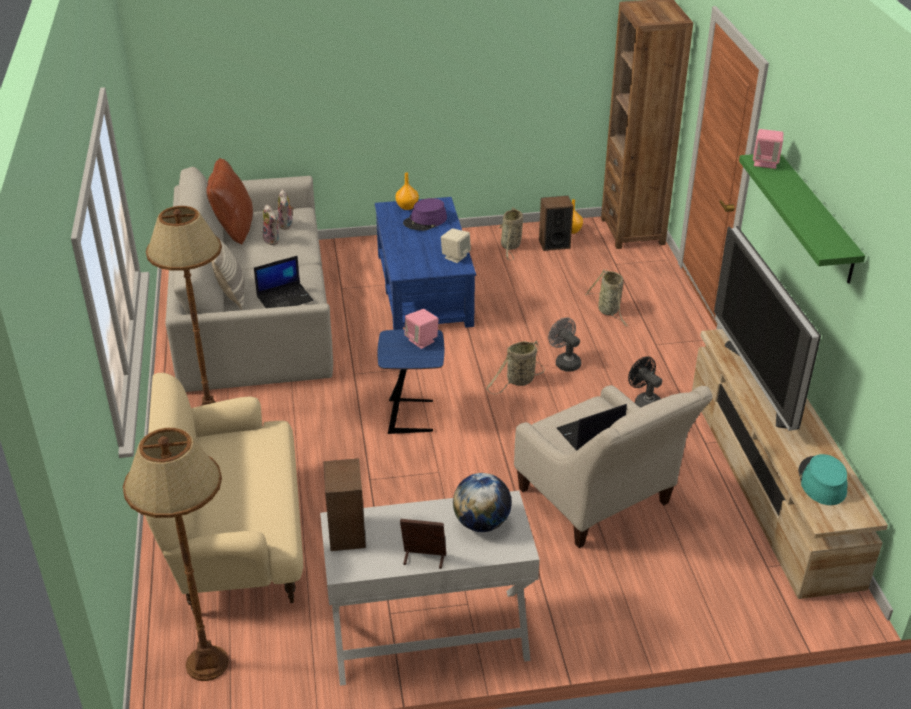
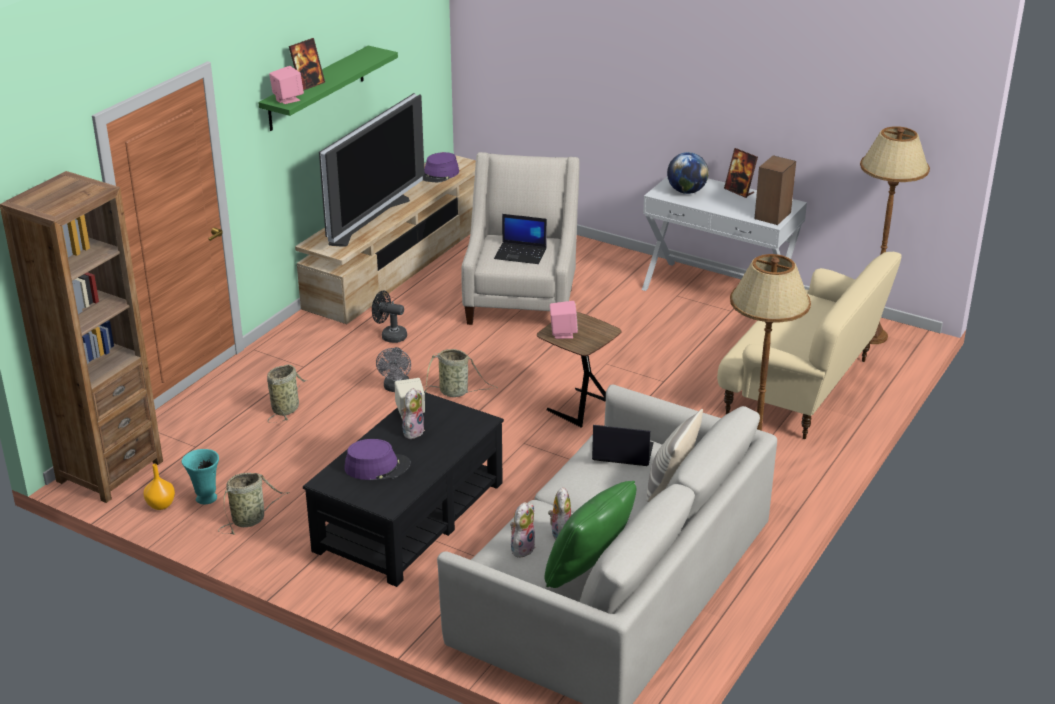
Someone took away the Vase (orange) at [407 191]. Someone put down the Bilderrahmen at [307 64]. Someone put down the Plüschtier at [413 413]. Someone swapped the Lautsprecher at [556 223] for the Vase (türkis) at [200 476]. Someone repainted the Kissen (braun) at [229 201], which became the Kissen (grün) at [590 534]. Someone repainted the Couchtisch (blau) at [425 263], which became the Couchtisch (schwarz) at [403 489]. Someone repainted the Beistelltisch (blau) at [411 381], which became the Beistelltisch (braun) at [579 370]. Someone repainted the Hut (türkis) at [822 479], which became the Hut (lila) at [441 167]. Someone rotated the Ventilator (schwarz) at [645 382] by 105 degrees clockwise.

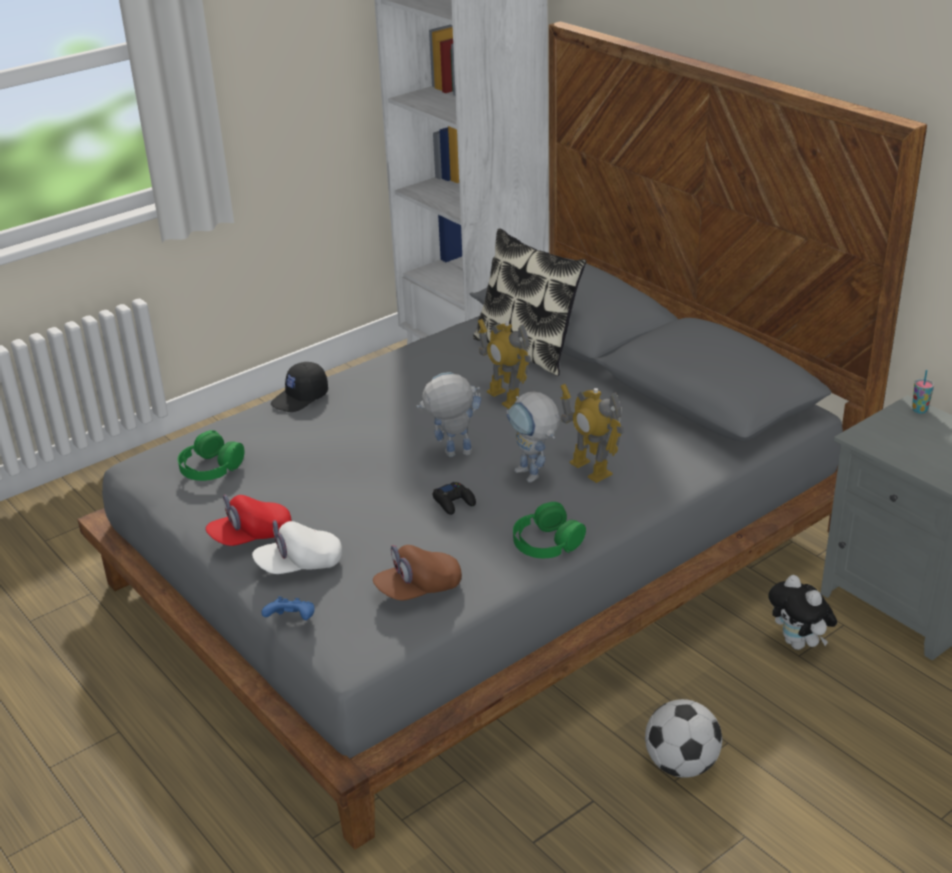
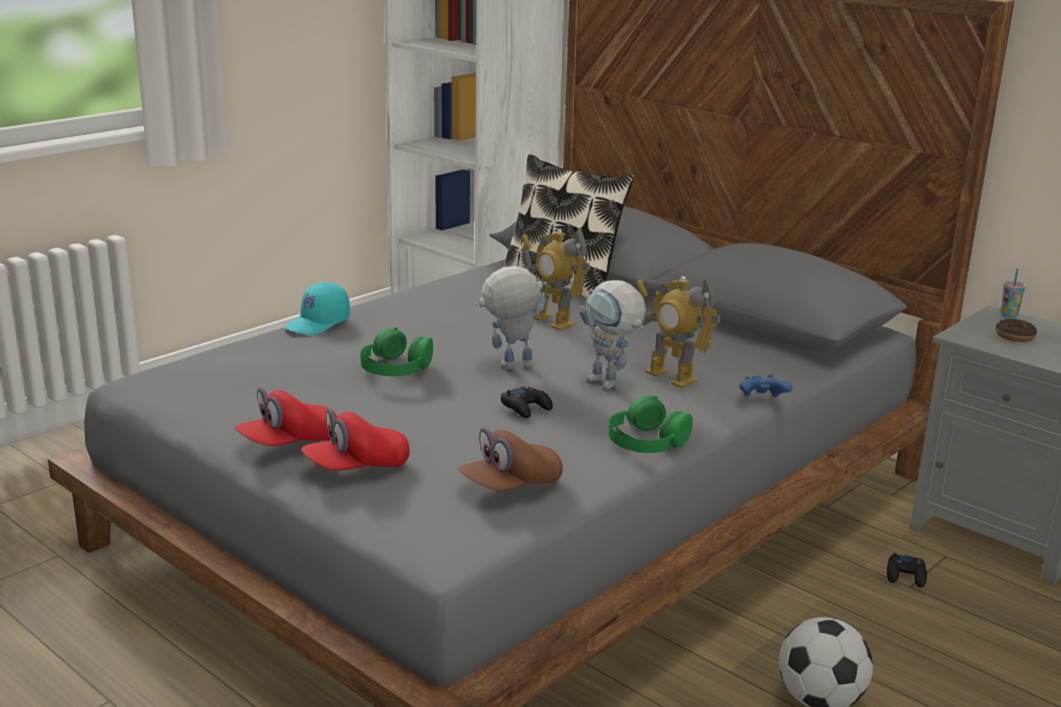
Someone put down the Donut at [1016 330]. Someone carried the Kopfhörer (grün) from [211 455] to [396 352]. Someone carried the Gamepad (blau) from [288 608] to [766 386]. Someone swapped the Plüschtier at [802 612] for the Gamepad (schwarz) at [907 570]. Someone repainted the Kappe (weiß) at [297 547], which became the Kappe (rot) at [355 439]. Someone repainted the Kappe (schwarz) at [299 387], which became the Kappe (türkis) at [317 308].

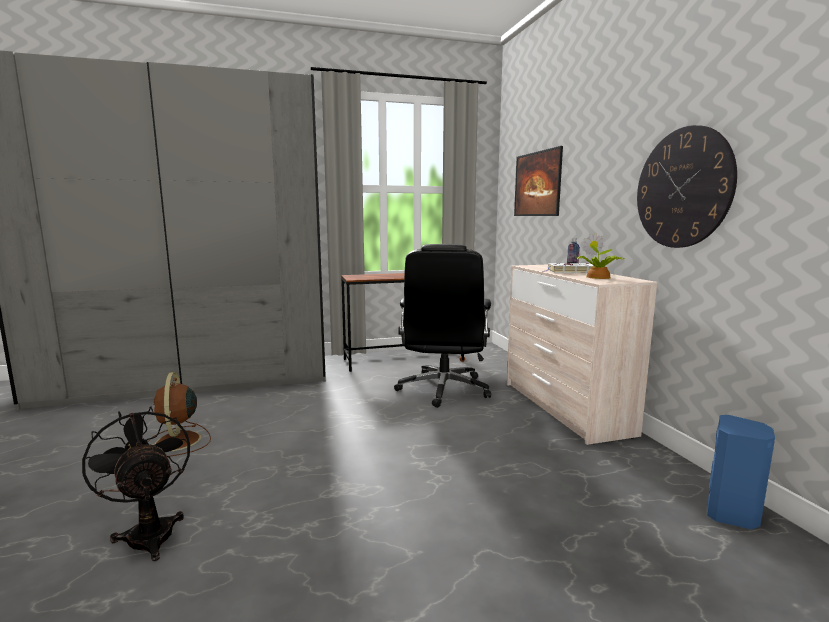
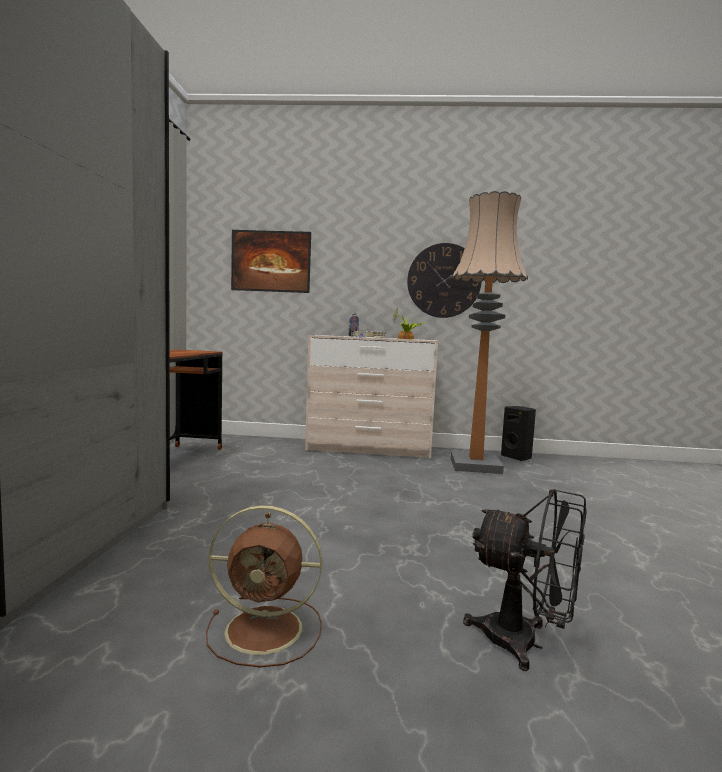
Someone took away the Bürostuhl (schwarz) at [442 326]. Someone put down the Stehlampe at [489 332]. Someone repainted the Lautsprecher (blau) at [741 472], which became the Lautsprecher (schwarz) at [518 433]. Someone rotated the Ventilator (schwarz) at [136 484] by 135 degrees counterclockwise.

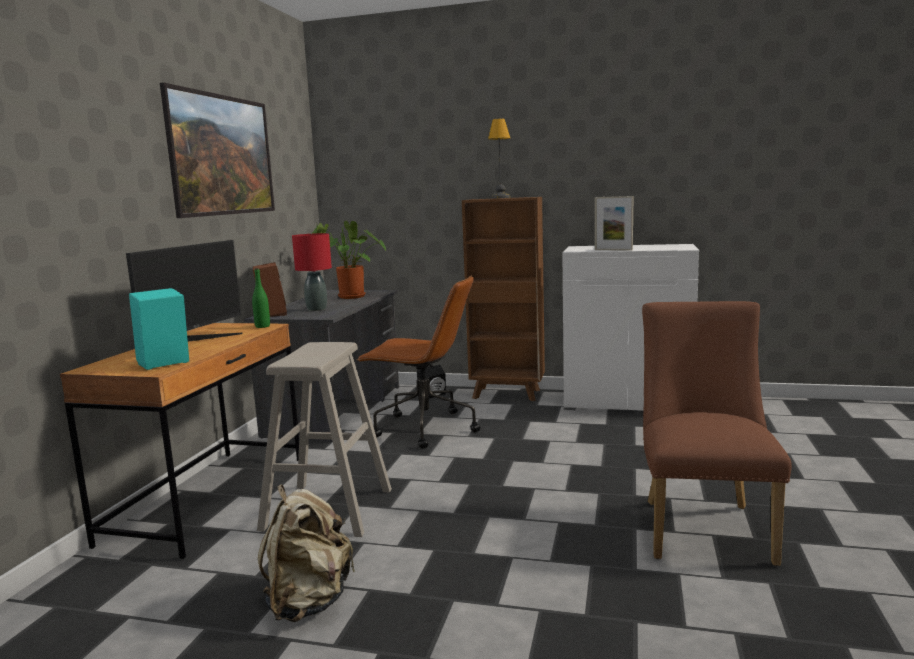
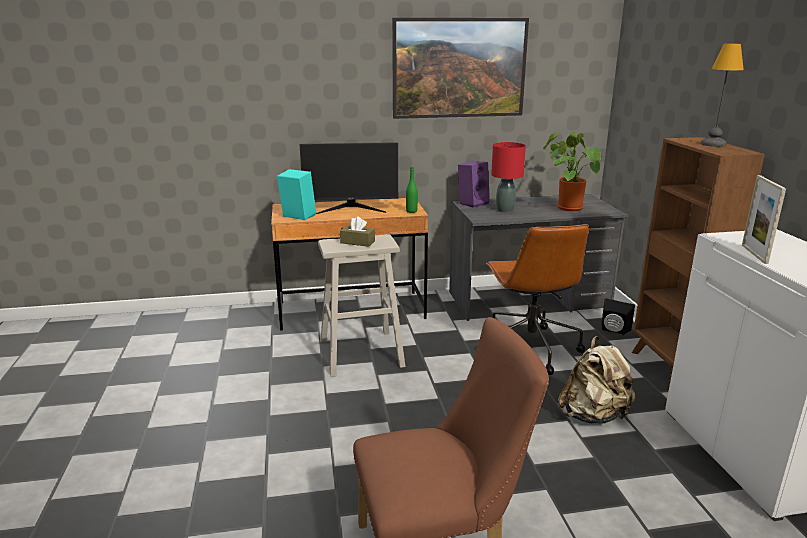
Someone put down the Taschentuchbox (braun) at [357 231]. Someone carried the Rucksack (beige) from [307 553] to [596 380]. Someone repainted the Lautsprecher (braun) at [270 289], which became the Lautsprecher (lila) at [474 184].

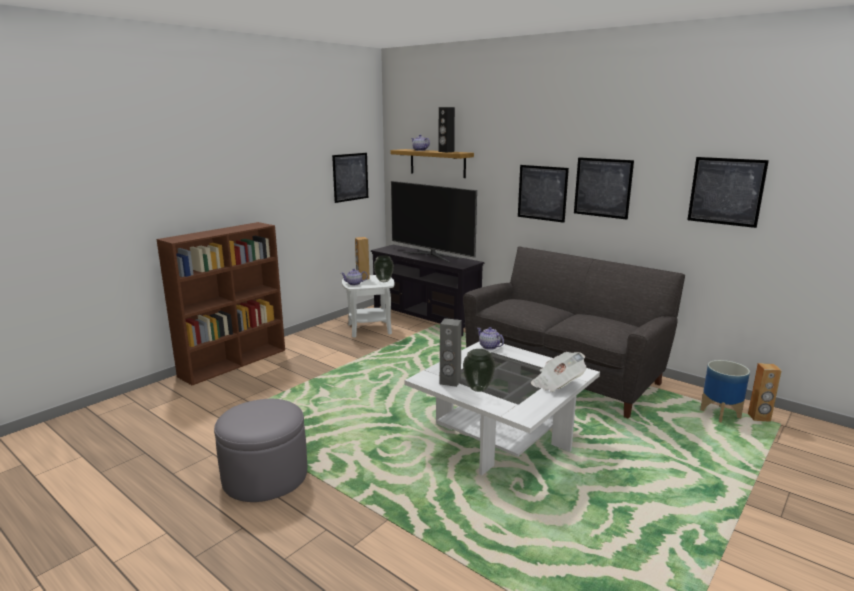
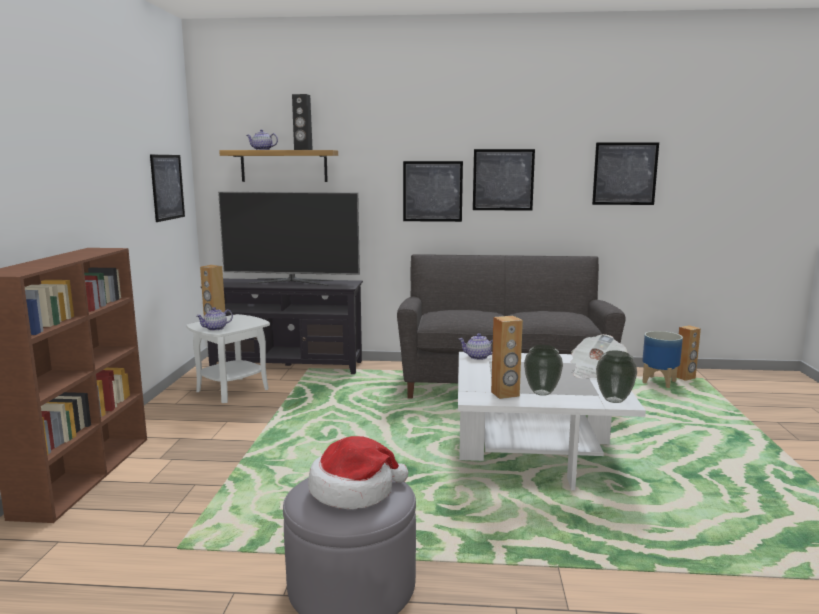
Someone put down the Hut at [358 472]. Someone carried the Vase from [384 268] to [616 377]. Someone repainted the Lautsprecher (grau) at [451 352], which became the Lautsprecher (braun) at [507 357].

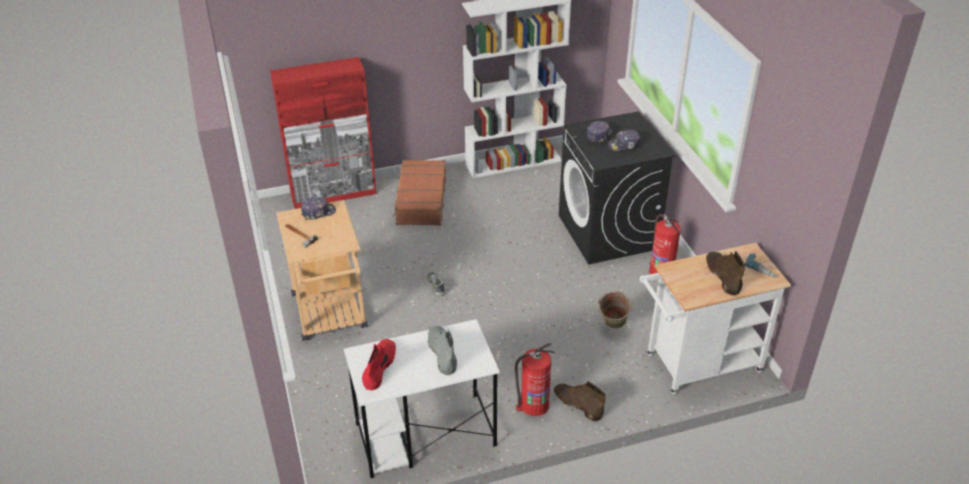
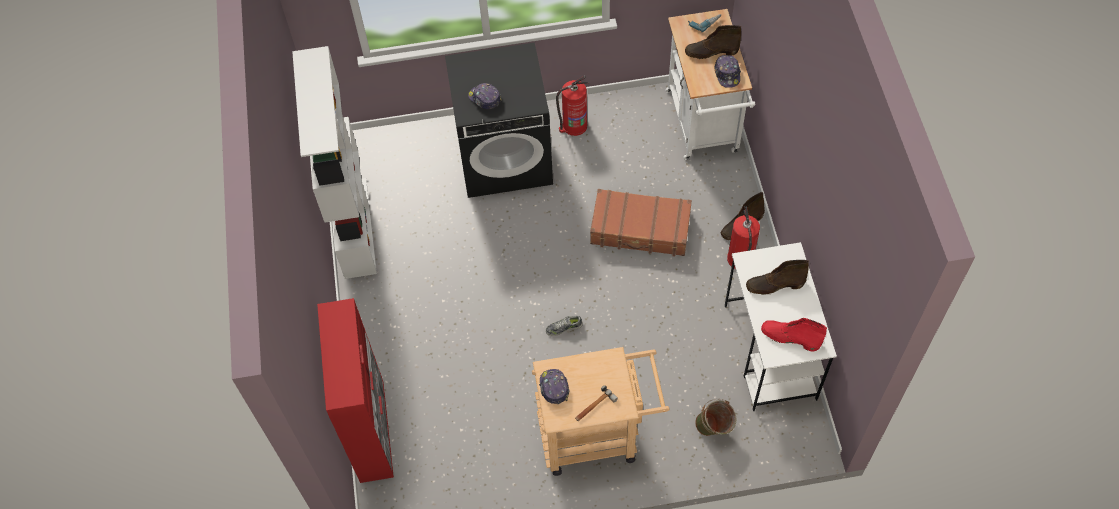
Someone carried the Koffer (braun) from [419 193] to [641 223]. Someone carried the Eimer (grün) from [615 310] to [715 417]. Someone carried the Kappe from [624 140] to [727 71]. Someone repainted the Stiefel (grau) at [442 350], which became the Stiefel (braun) at [777 277].

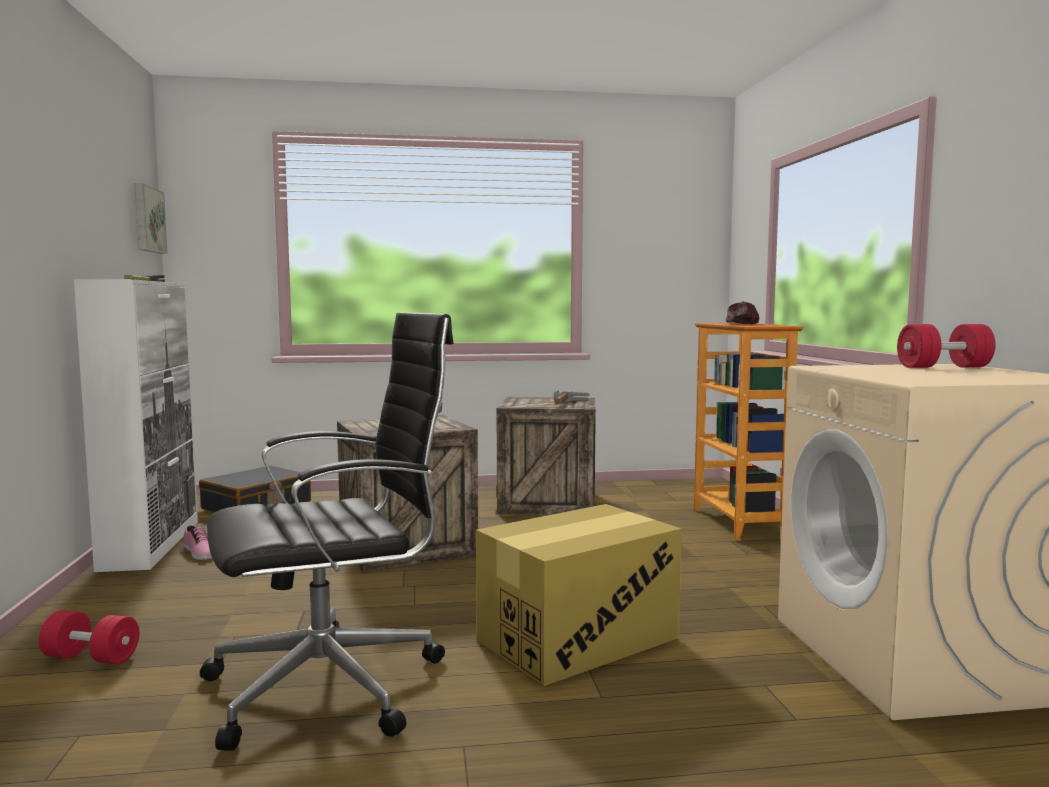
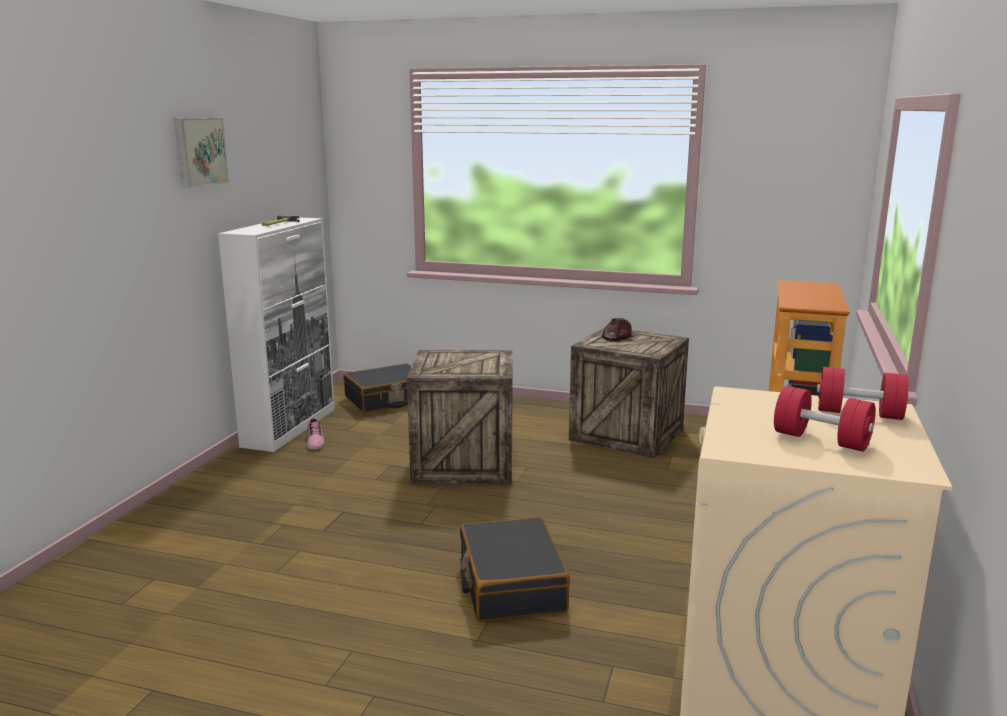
Someone took away the Bürostuhl (schwarz) at [327 531]. Someone took away the Hammer at [572 397]. Someone carried the Hantel (rot) from [89 637] to [825 419]. Someone carried the Bild from [151 218] to [201 153]. Someone carried the Kappe (braun) from [742 312] to [619 329]. Someone swapped the Karton at [579 595] for the Koffer (schwarz) at [515 569].

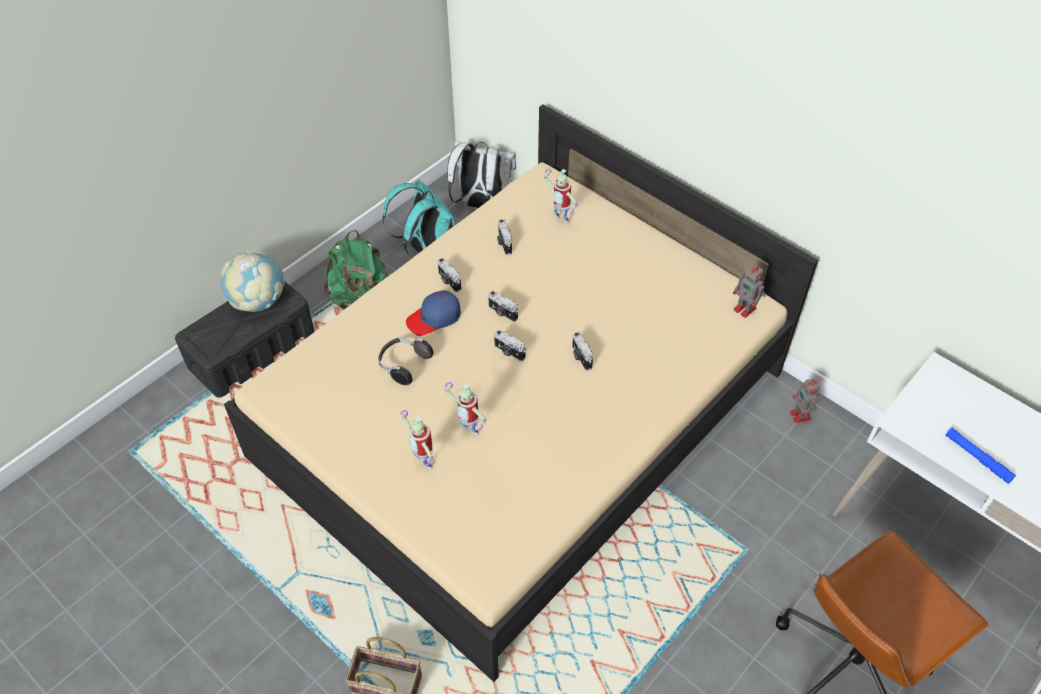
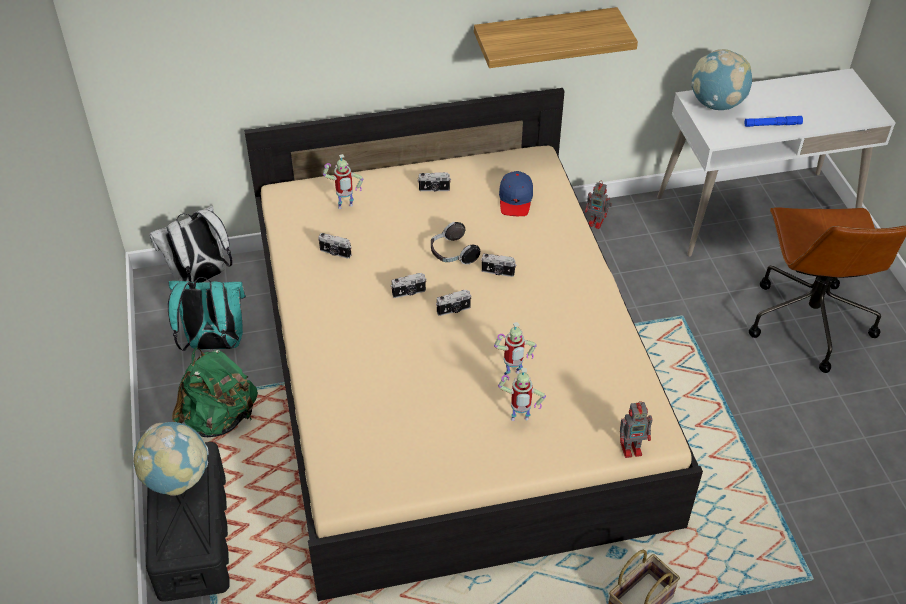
Someone put up the Wandregal at [556 37]. Someone put down the Globus at [721 79]. Someone carried the Kopfhörer from [405 361] to [455 243]. Someone carried the Kappe (blau) from [433 313] to [516 193]. Someone carried the Kamera from [449 275] to [434 181]. Someone carried the Spielzeugroboter from [749 290] to [636 429].

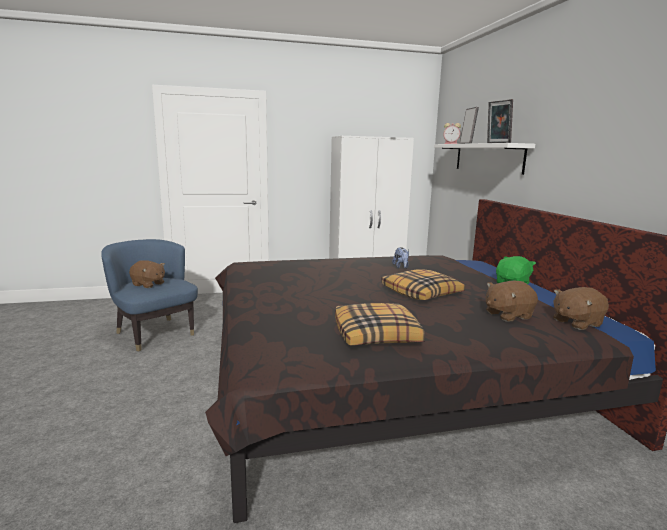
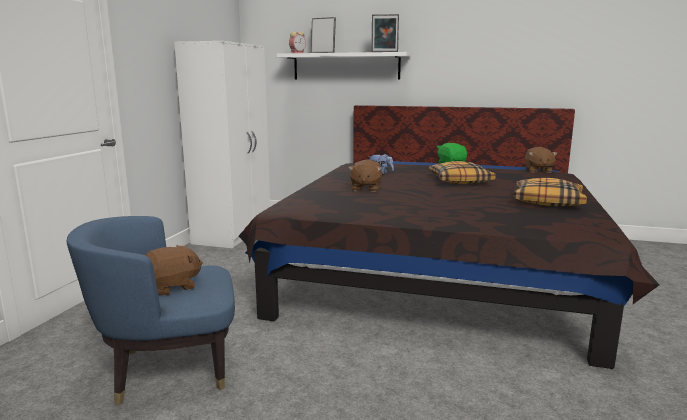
Someone carried the Plüschtier (braun) from [512 301] to [365 175].

